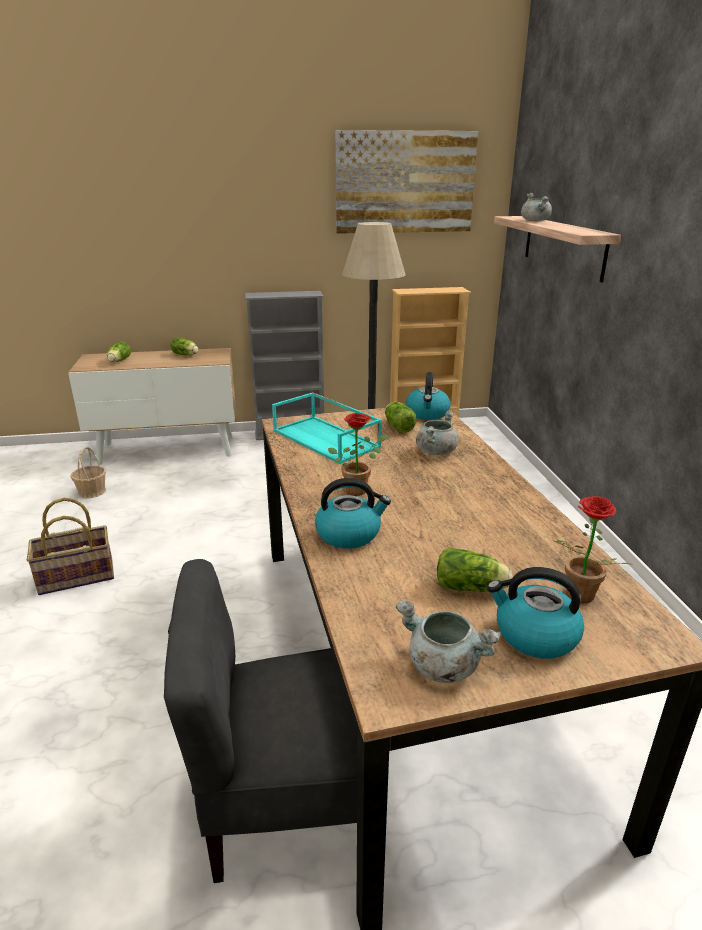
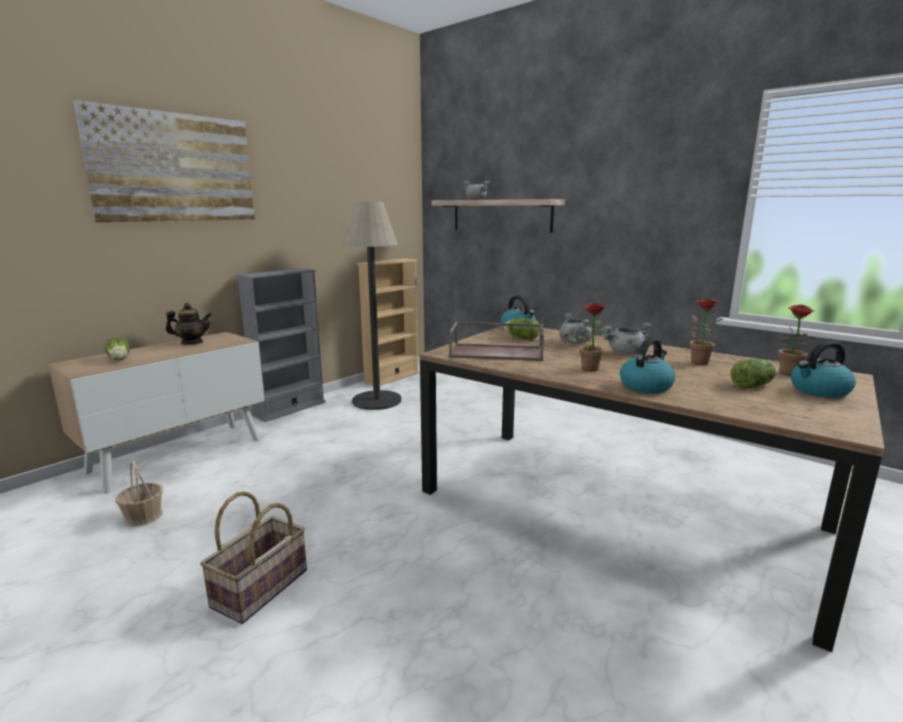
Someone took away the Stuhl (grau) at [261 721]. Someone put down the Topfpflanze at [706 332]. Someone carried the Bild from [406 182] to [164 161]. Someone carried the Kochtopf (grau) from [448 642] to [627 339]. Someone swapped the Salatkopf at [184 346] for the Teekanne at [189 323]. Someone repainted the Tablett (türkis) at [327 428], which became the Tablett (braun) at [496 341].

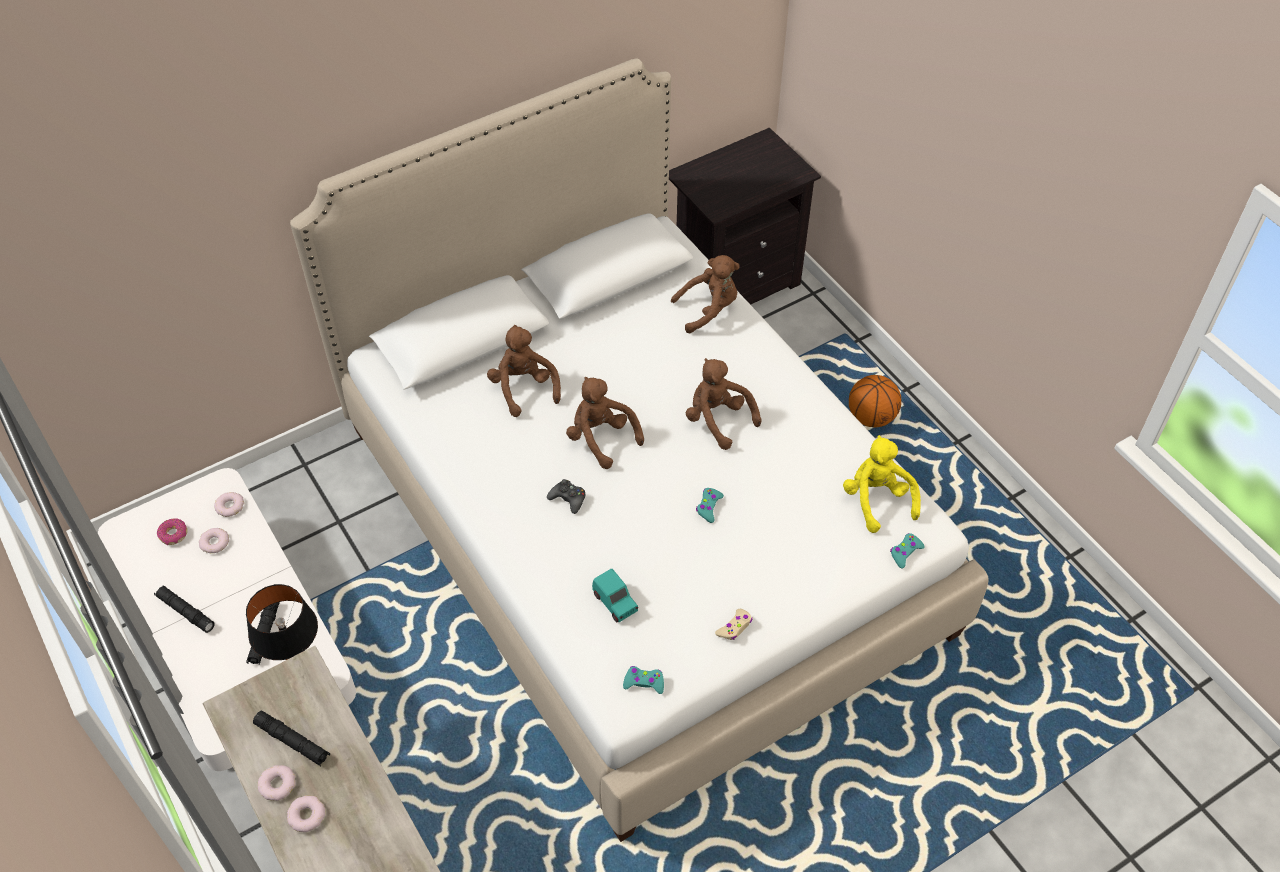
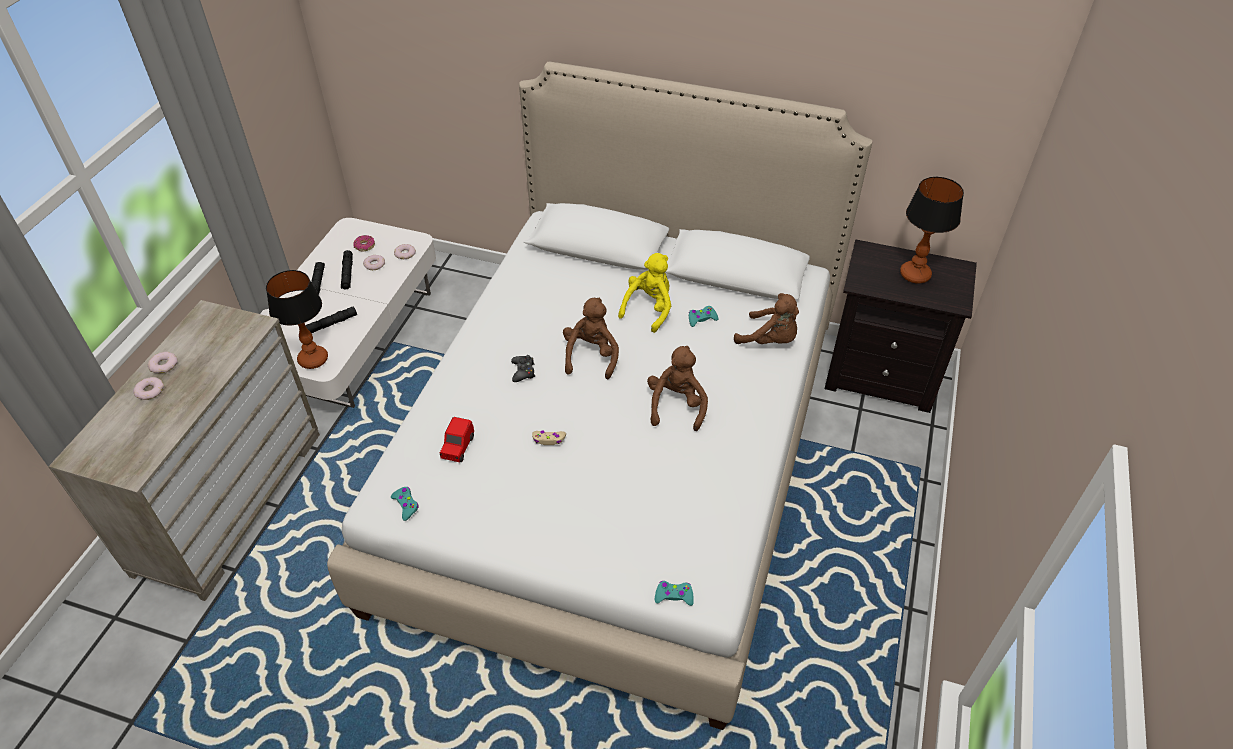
Someone took away the Plüschtier (braun) at [524 371]. Someone took away the Basketball at [875 401]. Someone put down the Tischlampe at [932 230]. Someone carried the Taschenlampe (schwarz) from [291 738] to [347 269]. Someone carried the Gamepad (türkis) from [710 505] to [703 316]. Someone carried the Gamepad (beige) from [733 624] to [549 438]. Someone carried the Plüschtier (gelb) from [882 484] to [644 293]. Someone repainted the Spielzeugauto (türkis) at [615 595], which became the Spielzeugauto (rot) at [457 439].

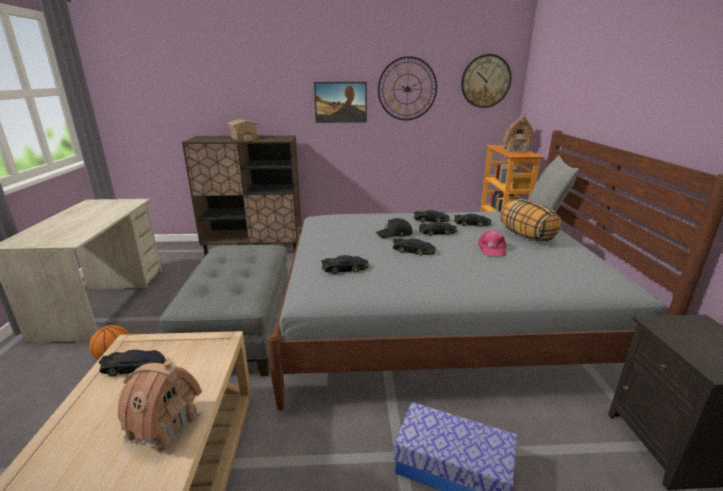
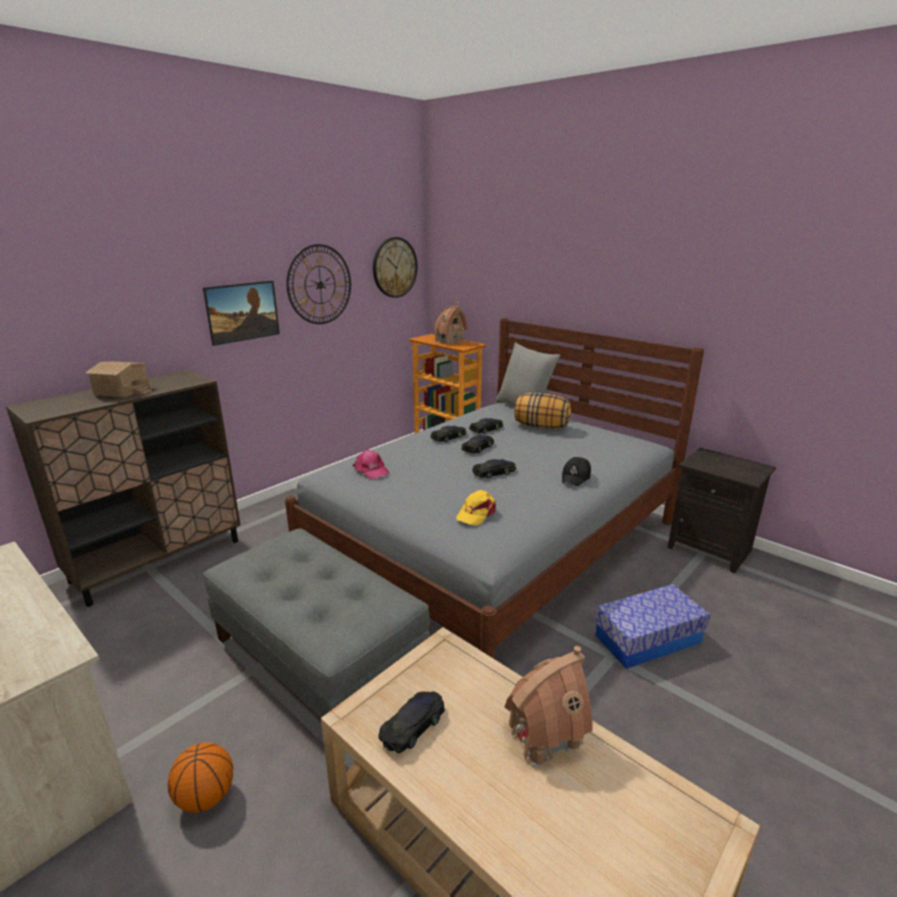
Someone carried the Kappe (schwarz) from [394 228] to [576 471]. Someone carried the Kappe (rosa) from [492 243] to [371 464]. Someone swapped the Spielzeugauto (schwarz) at [345 264] for the Kappe (gelb) at [476 508].

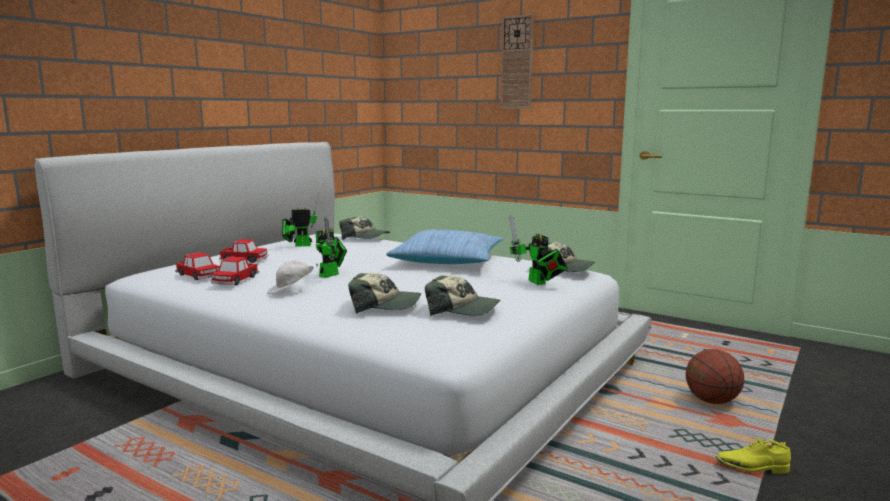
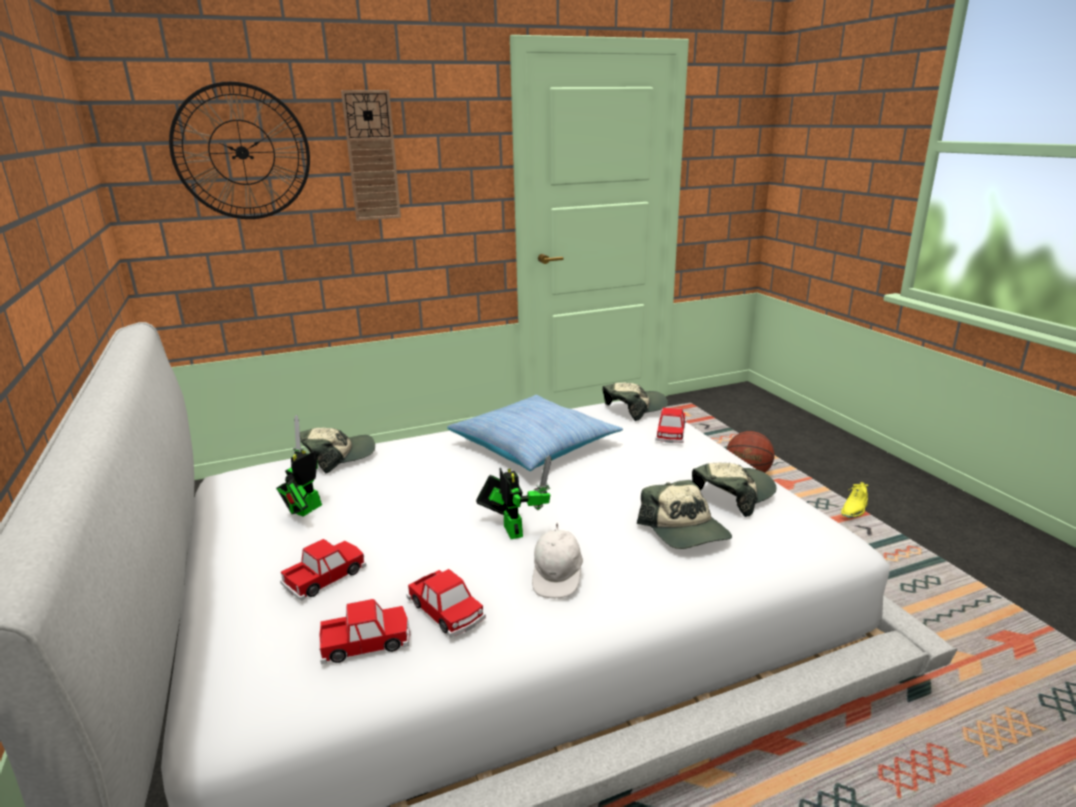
Someone put up the Wanduhr at [239 150]. Someone swapped the Spielzeugroboter at [538 249] for the Spielzeugauto at [670 425]. Someone rotated the Kappe at [384 293] by 120 degrees clockwise.

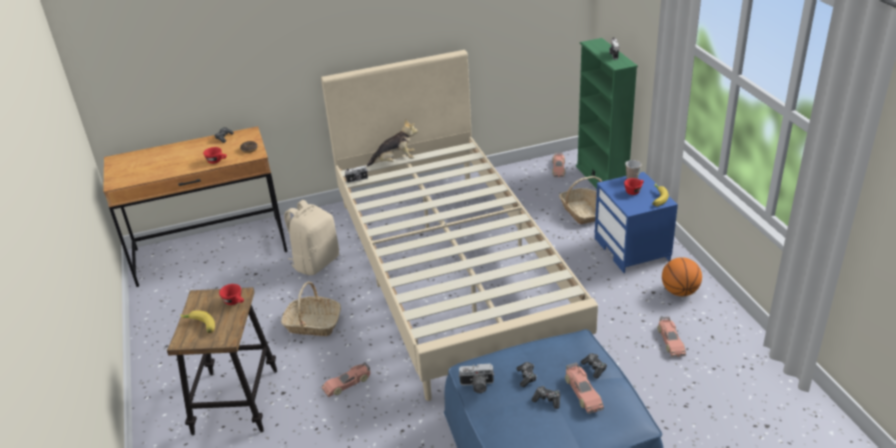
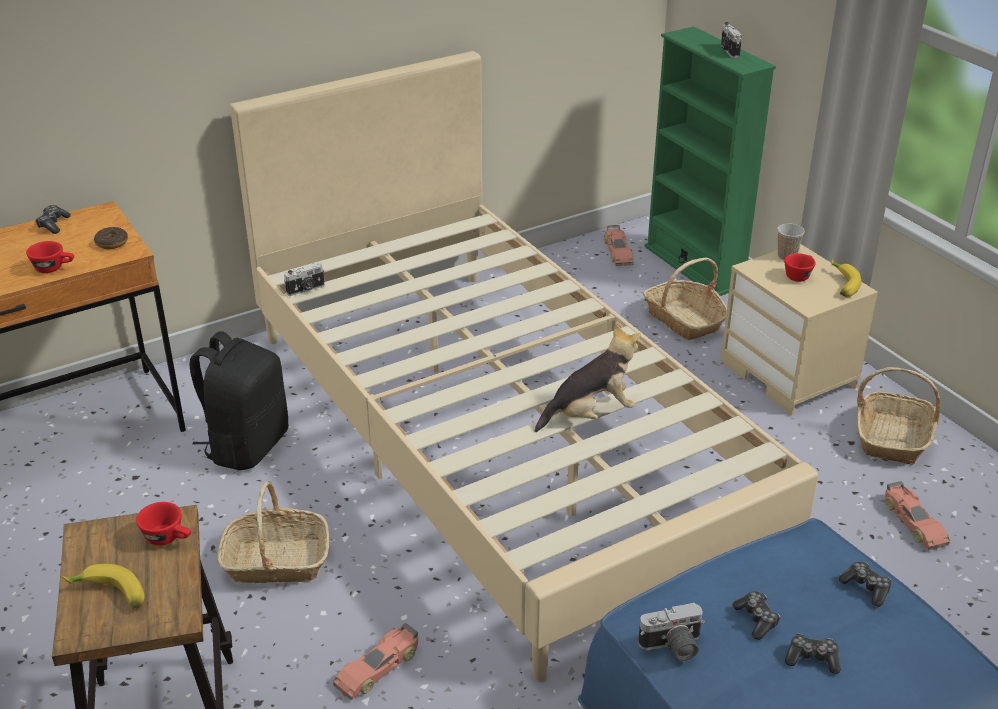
Someone took away the Spielzeugauto at [584 388]. Someone carried the Plüschtier from [392 143] to [588 377]. Someone swapped the Basketball at [682 276] for the Korb at [899 416]. Someone repainted the Rucksack (beige) at [311 237], which became the Rucksack (schwarz) at [238 400]. Someone repainted the Nachttisch (blau) at [636 222], which became the Nachttisch (beige) at [799 329].

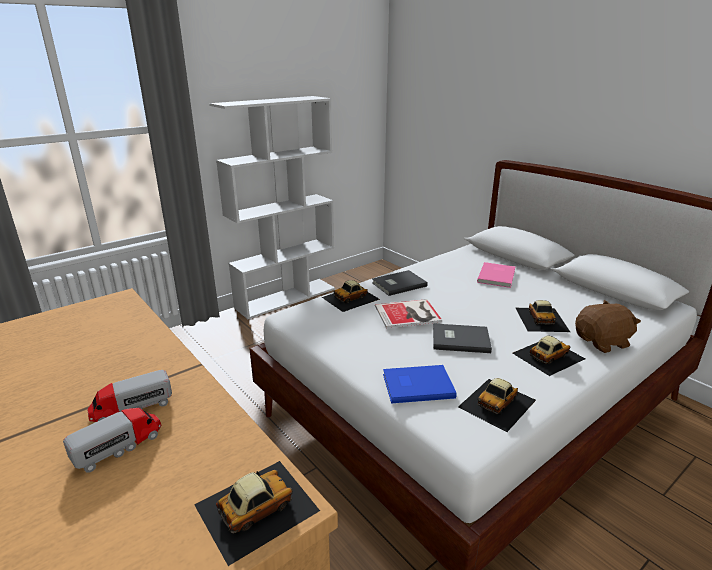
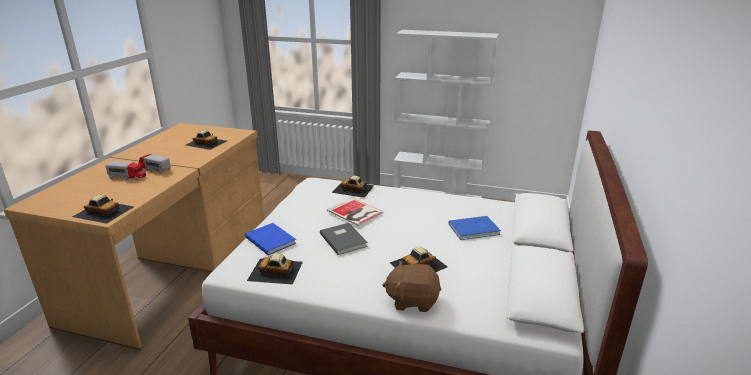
Someone took away the Buch (grau) at [400 283]. Someone carried the Spielzeugauto from [548 355] to [206 140]. Someone repainted the Buch (rosa) at [496 275], which became the Buch (blau) at [475 228]. Someone rotated the Plüschtier (braun) at [608 326] by 150 degrees clockwise.

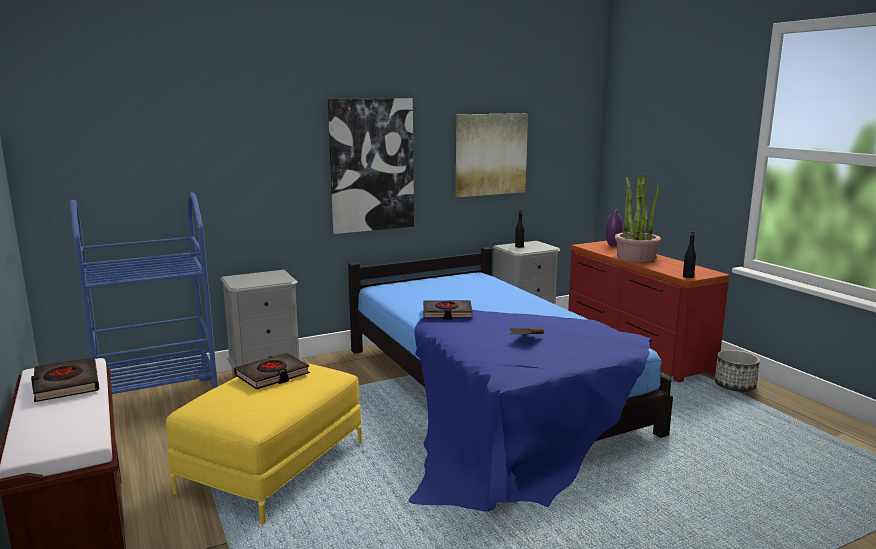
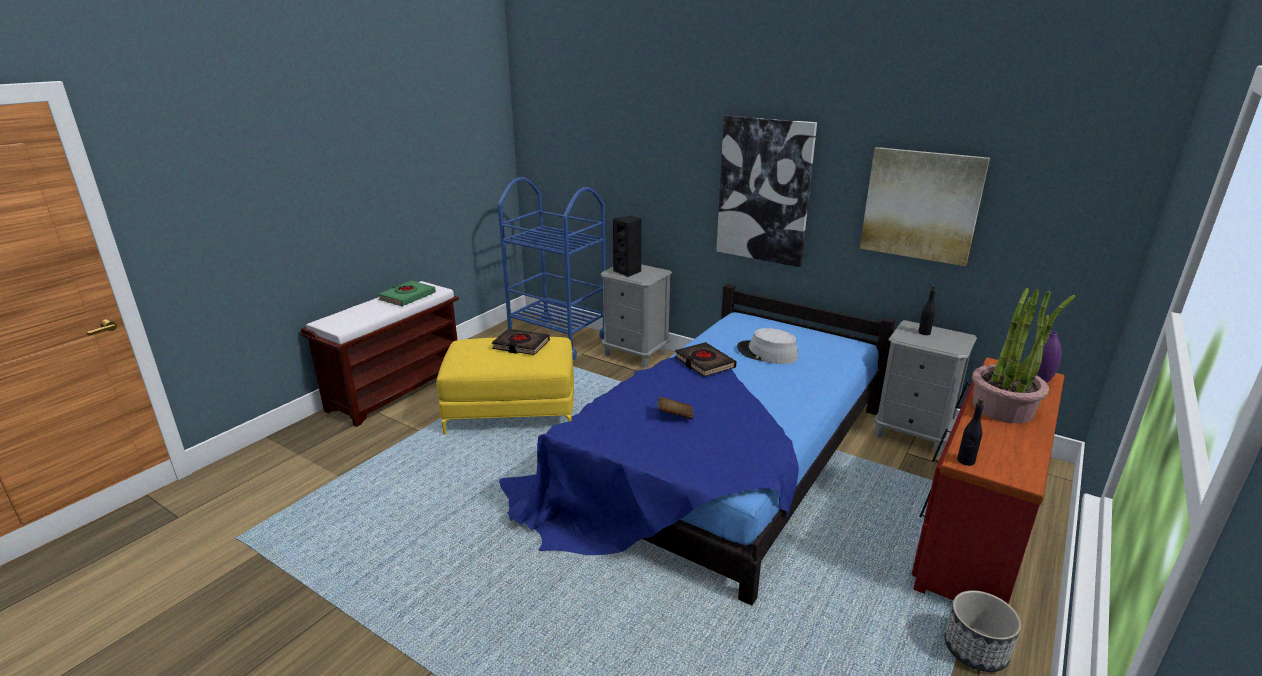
Someone put down the Lautsprecher (schwarz) at [627 246]. Someone put down the Hut (grau) at [767 346]. Someone repainted the Buch (schwarz) at [65 379], which became the Buch (grün) at [407 293].

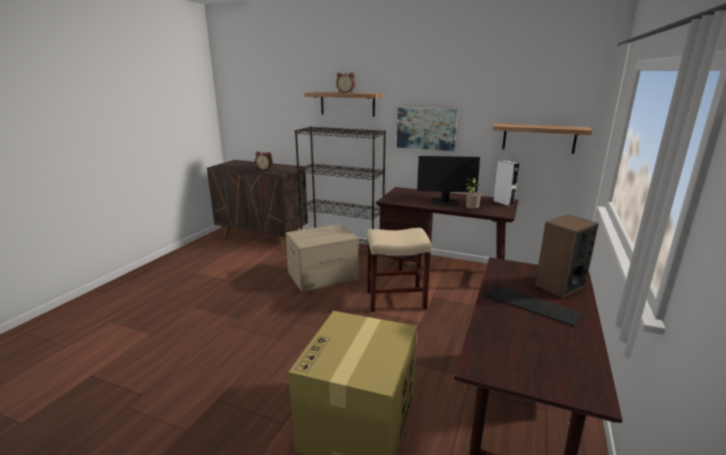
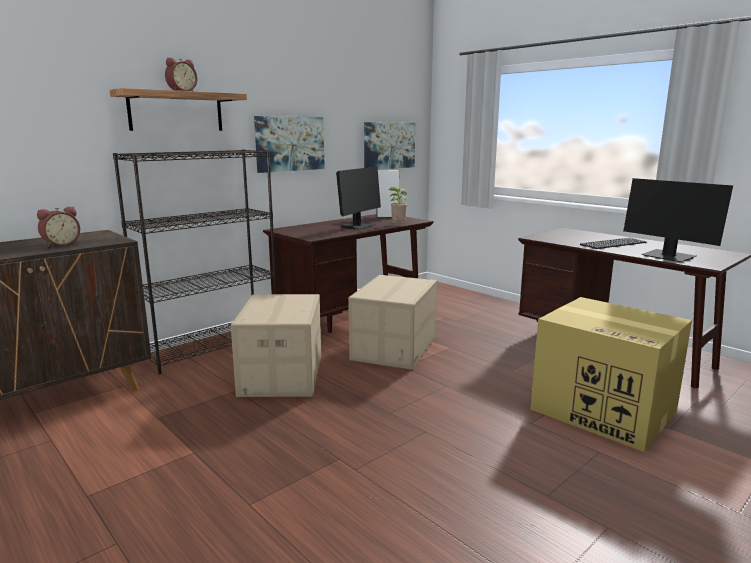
Someone took away the Lautsprecher at [567 256]. Someone put down the Monitor at [678 220]. Someone swapped the Hocker (beige) at [399 270] for the Karton at [392 322]. Someone swapped the Wandregal at [542 138] for the Bild at [389 146].

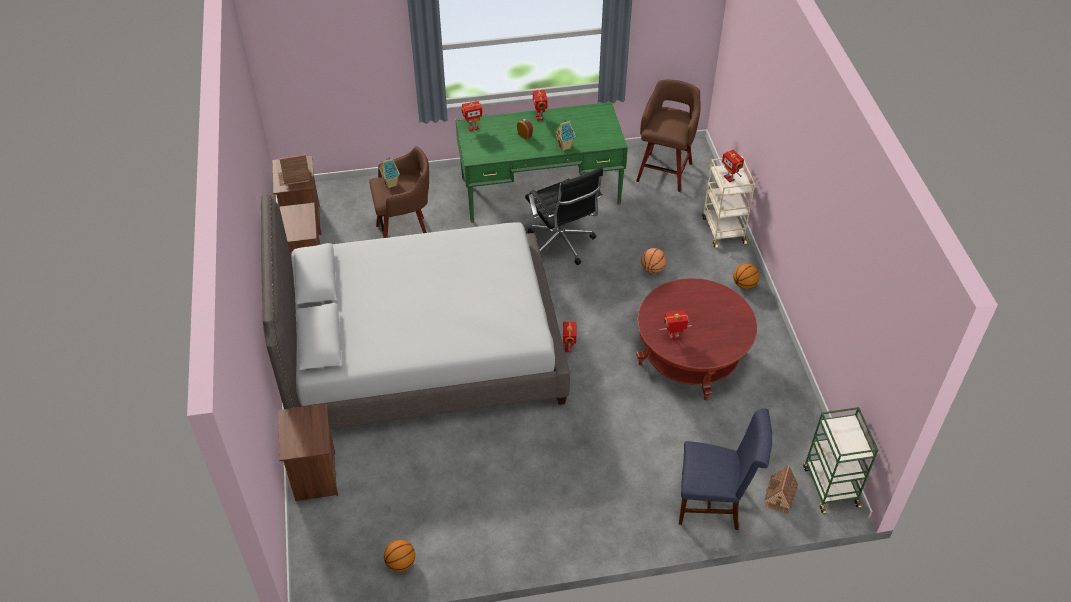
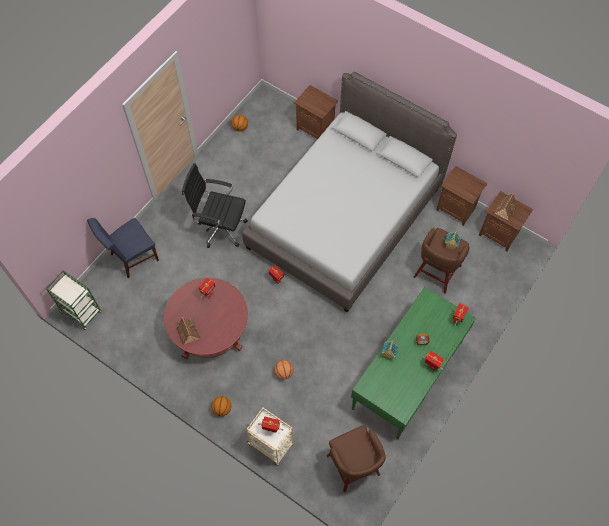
Someone carried the Bürostuhl (schwarz) from [564 216] to [215 205]. Someone carried the Spielzeughaus from [781 489] to [188 331].

